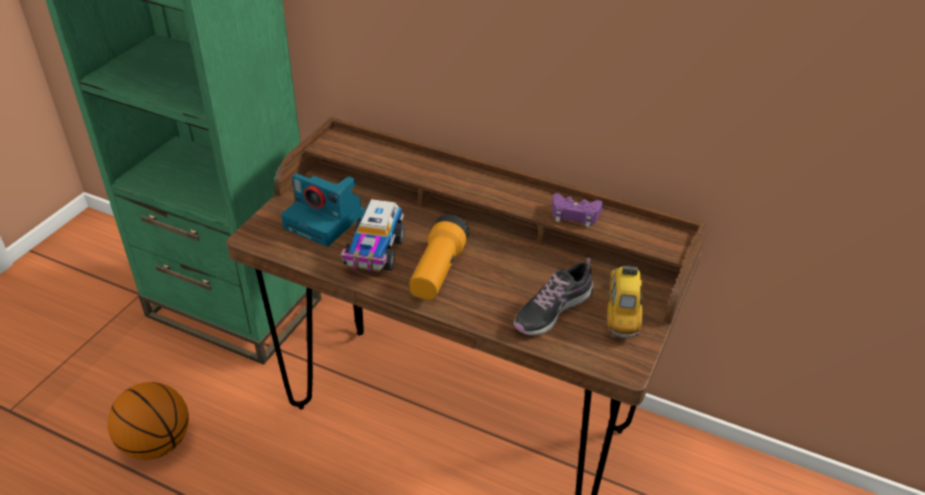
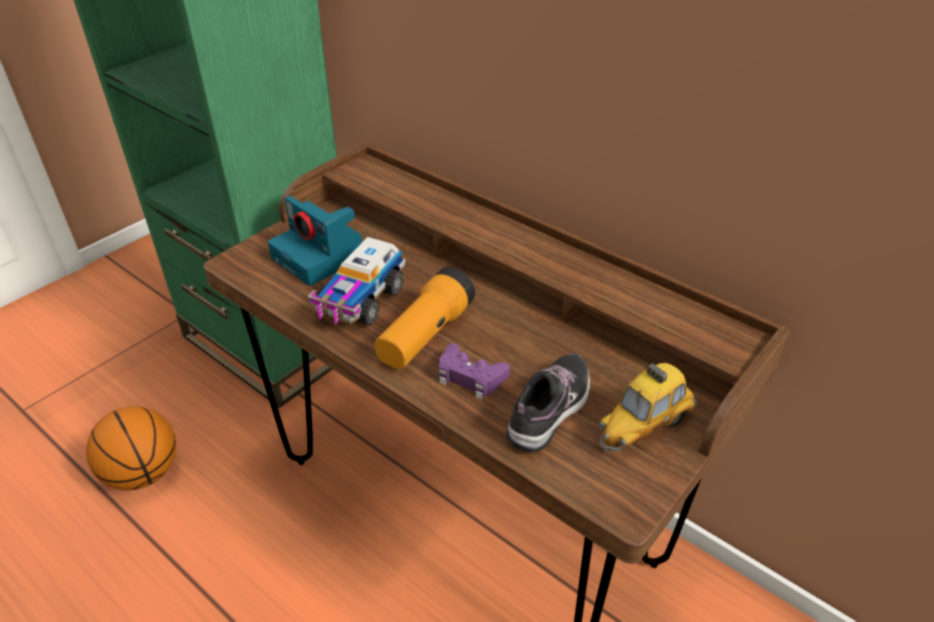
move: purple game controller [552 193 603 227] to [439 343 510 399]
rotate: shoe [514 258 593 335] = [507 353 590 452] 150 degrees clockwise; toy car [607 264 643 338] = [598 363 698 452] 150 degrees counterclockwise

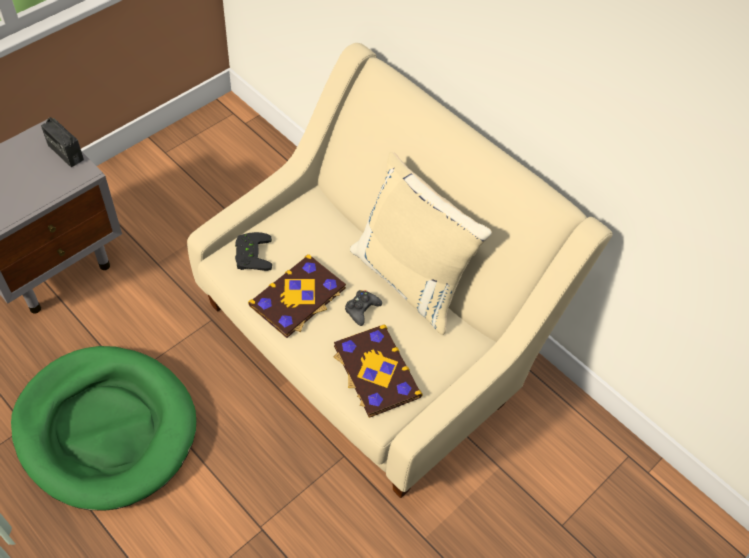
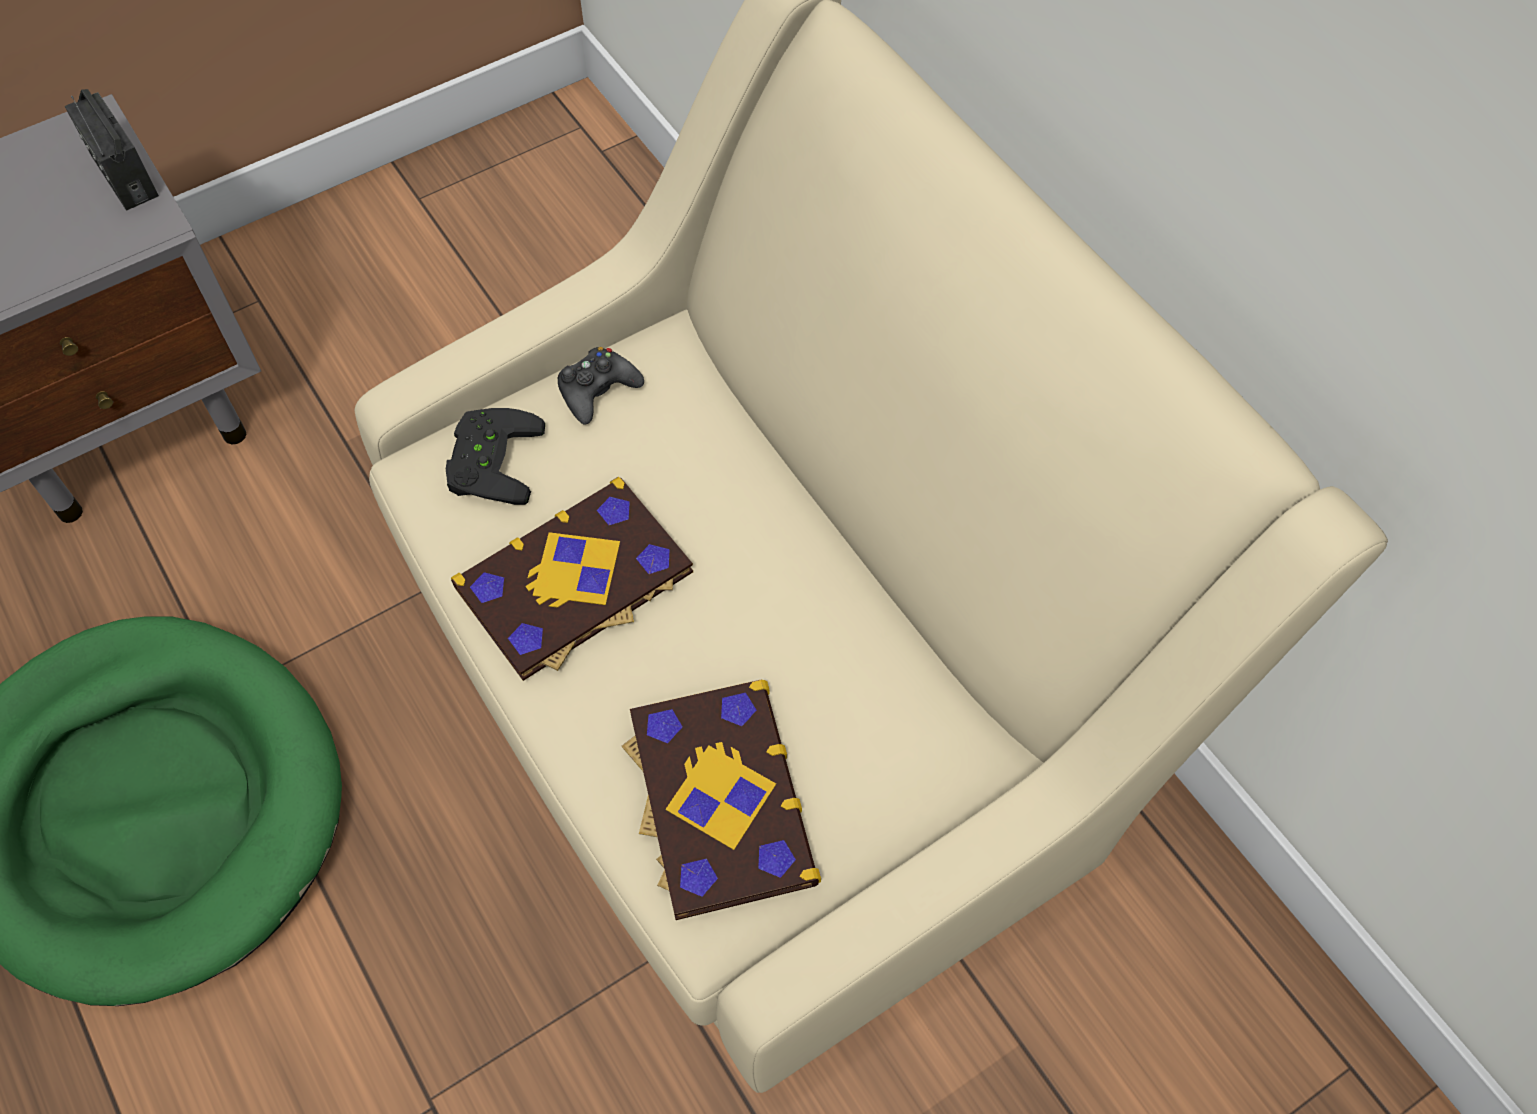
delete: beige pillow [350 152 492 335]
move: black game controller [345 290 382 326] to [557 347 644 425]

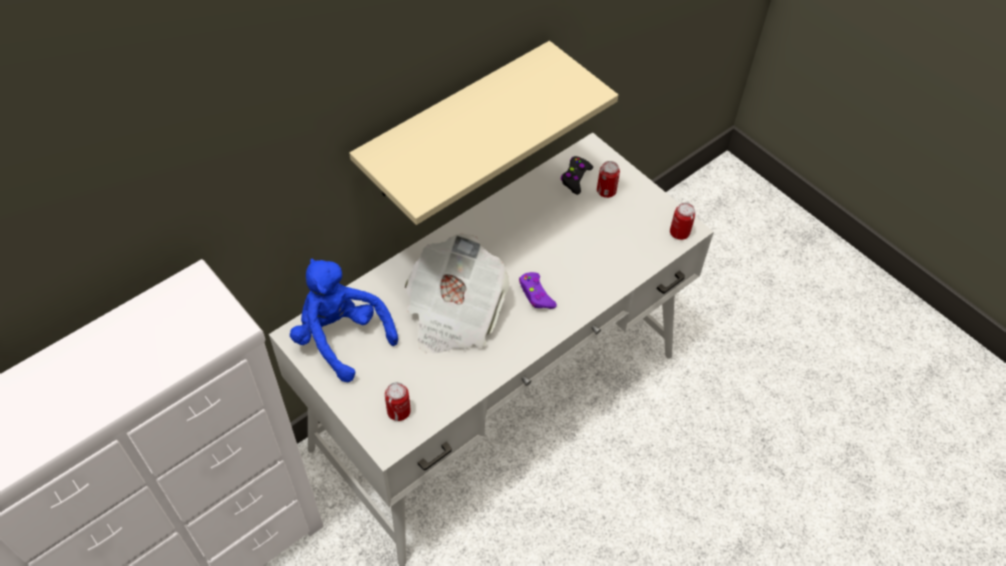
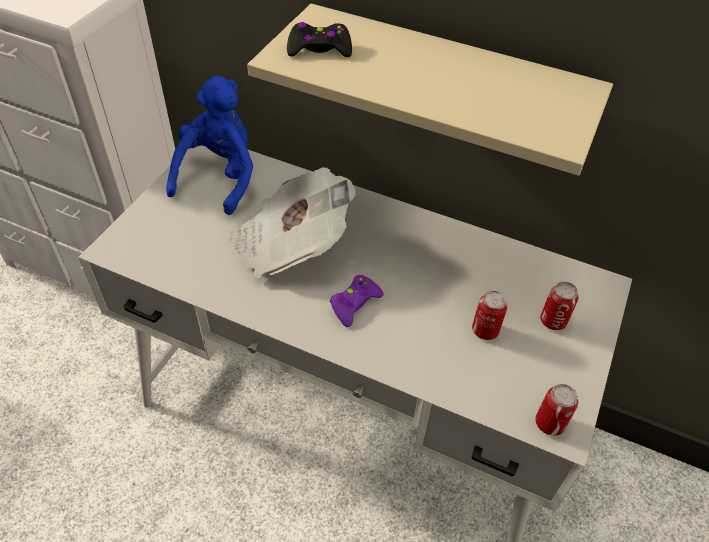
move: black game controller [561 156 593 195] to [287 22 352 57]; can [385 382 411 421] to [472 291 507 340]

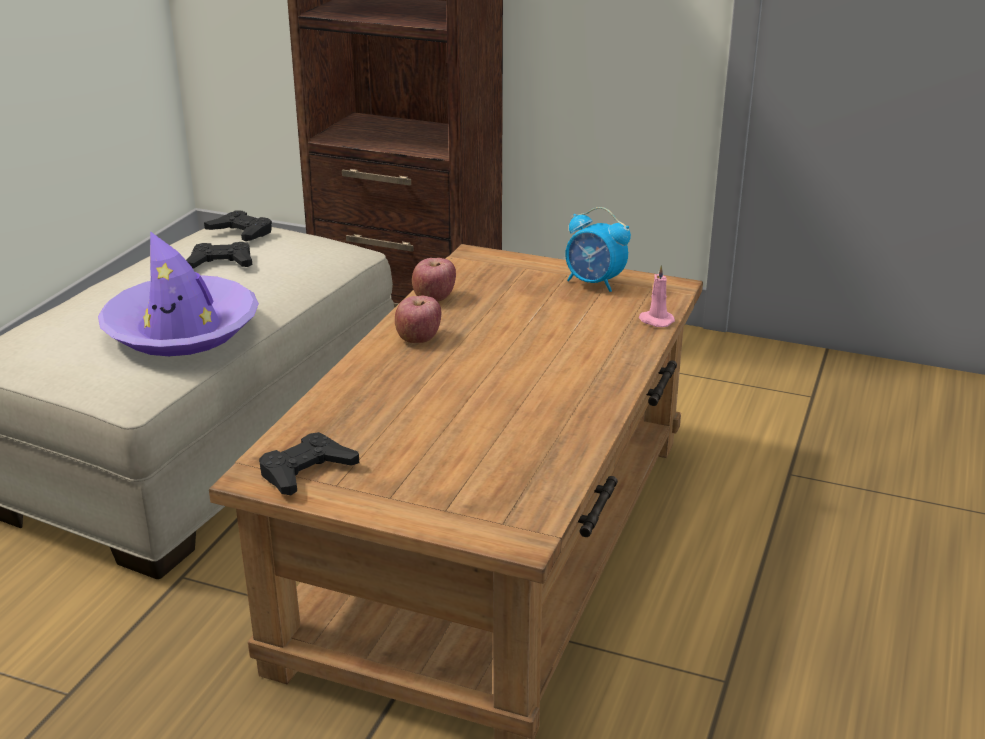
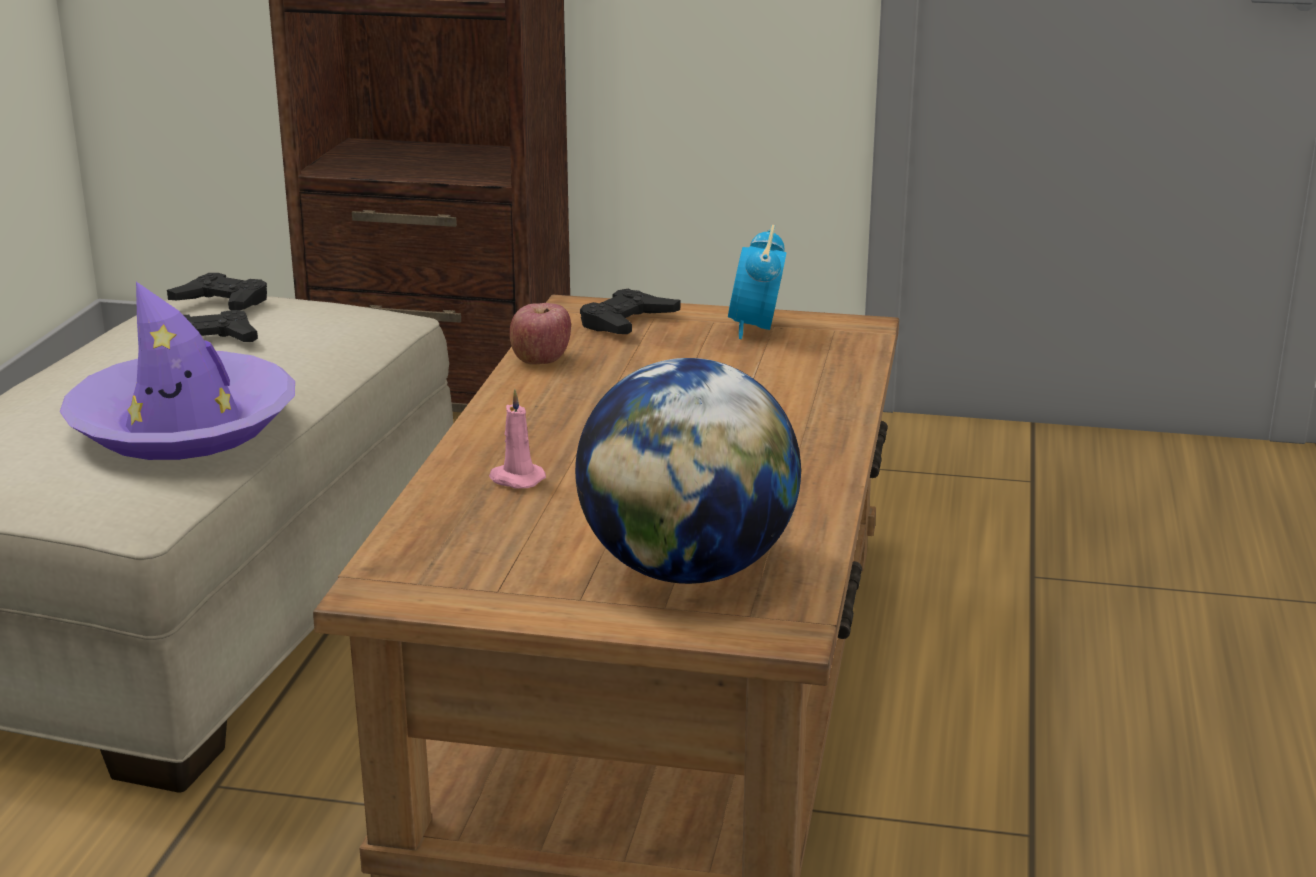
delete: apple [395 296 441 343]
insert: globe [575 358 801 584]
move: pink candle [639 265 675 327] to [489 389 546 489]; black game controller [259 432 359 495] to [580 289 680 334]
rotate: alarm clock [565 207 631 292] = [728 225 787 339] 75 degrees clockwise

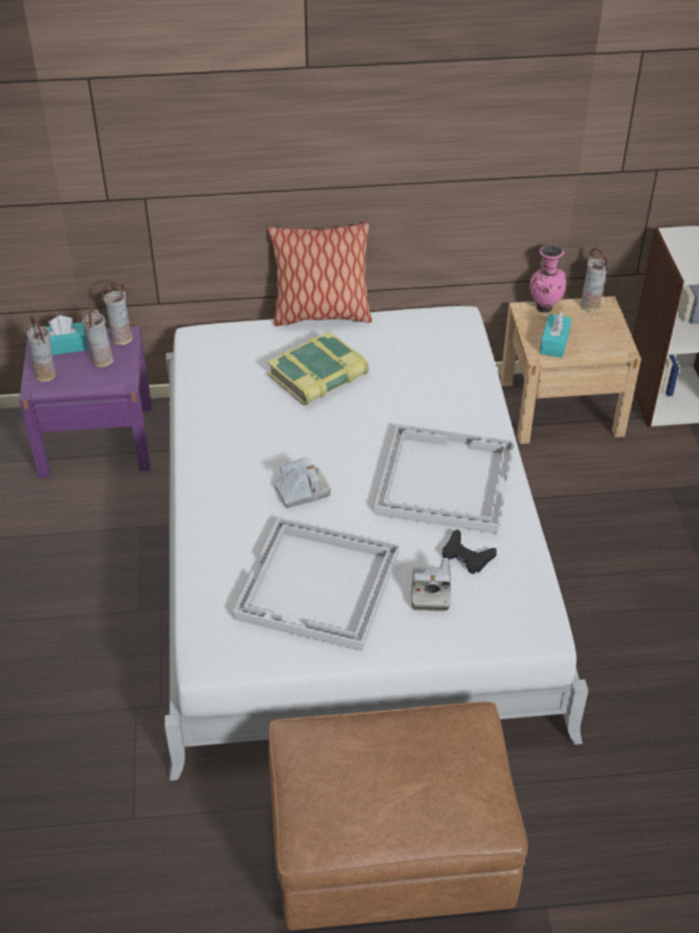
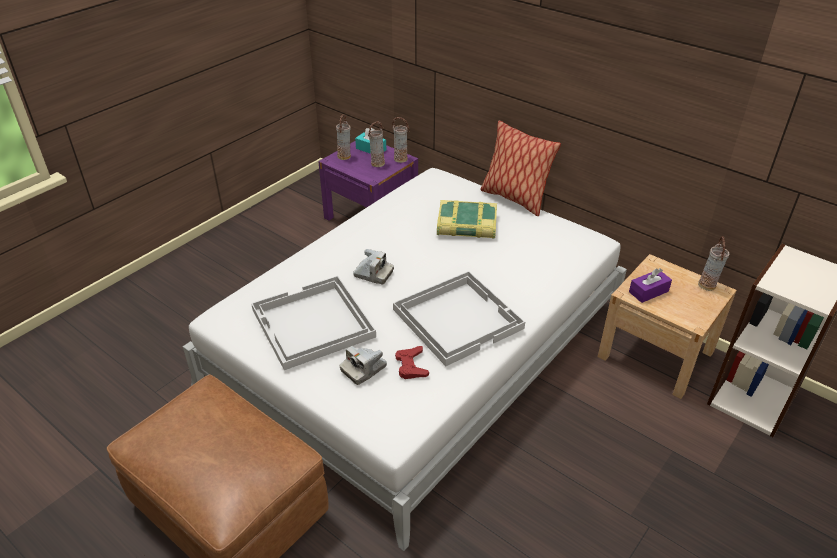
delete: pink vase [530 245 566 312]
recolor: turquoise tissue box [540 311 572 358] to purple tissue box [629 268 672 303]; black game controller [442 529 497 574] to red game controller [395 346 429 379]

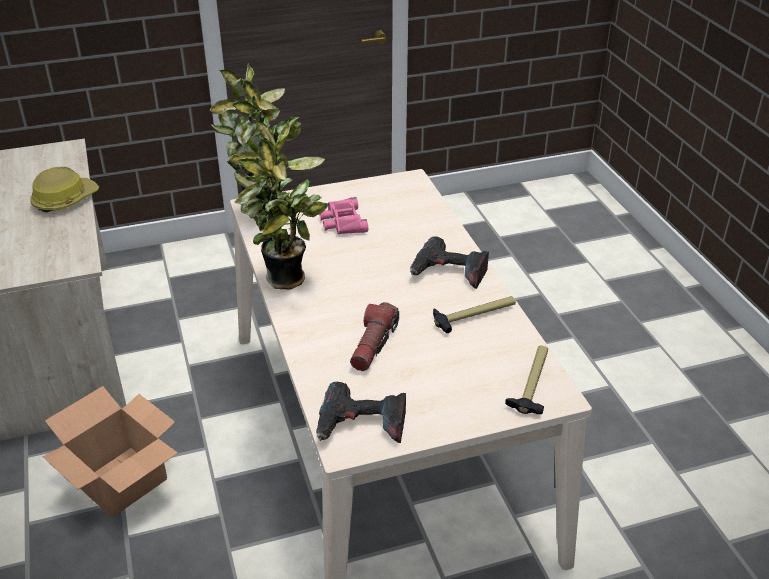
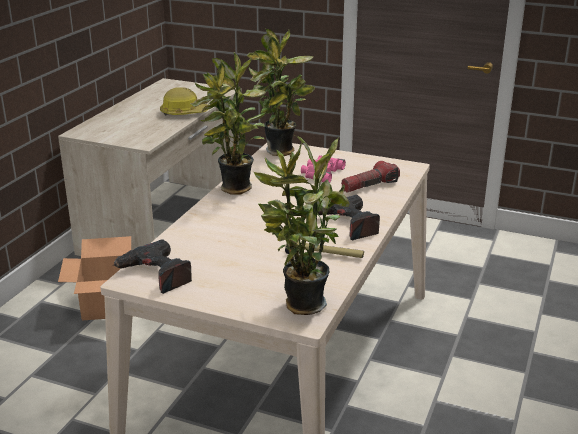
move: flashlight [350 302 399 371] to [341 161 400 193]
replace: hammer [505 346 548 414] to potted plant [254 136 350 315]

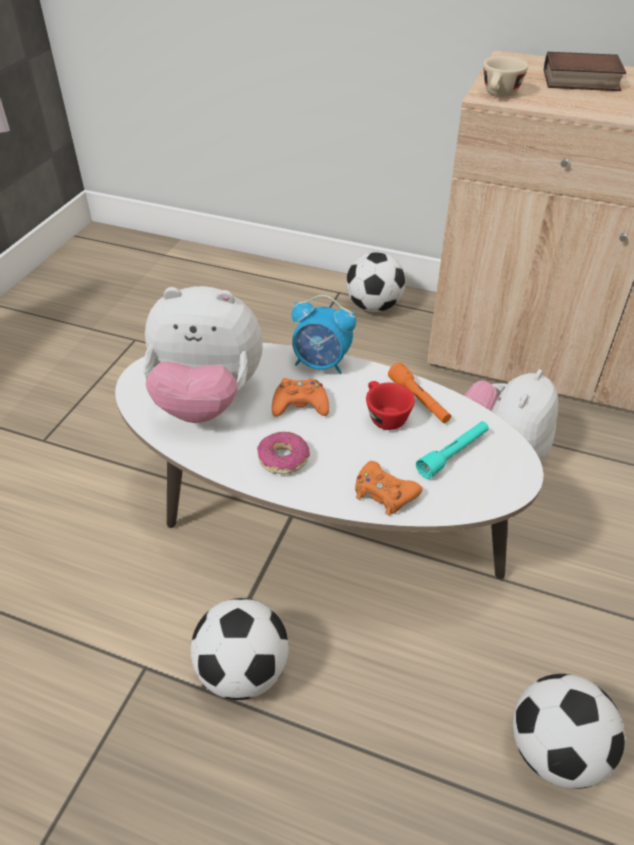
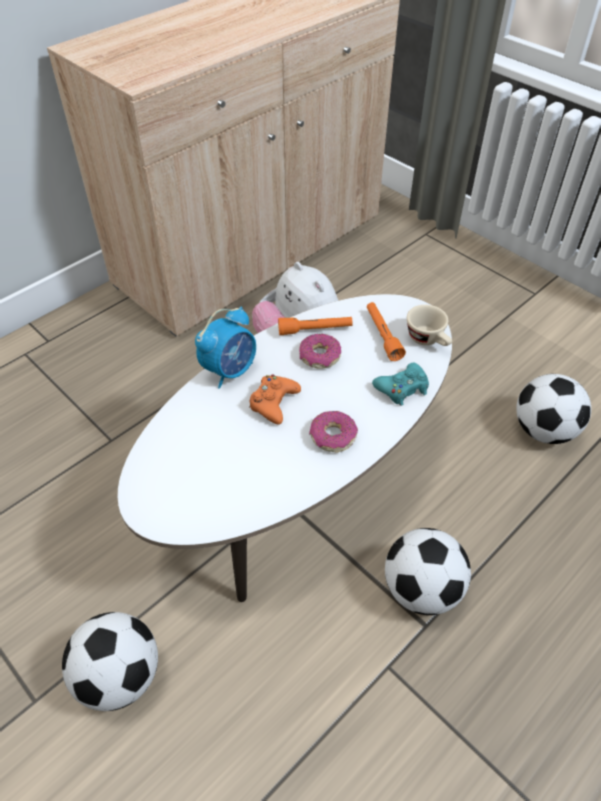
delete: book [544 52 626 91]; plush toy [143 286 263 423]
move: beige cup [483 56 528 96] to [407 305 452 346]; football [346 252 406 312] to [62 612 158 711]
replace: red cup [366 381 415 430] to donut [299 334 341 369]
recolor: turquoise flashlight [416 421 489 479] to orange flashlight [367 302 406 361]; orange game controller [355 461 422 515] to turquoise game controller [372 363 429 406]

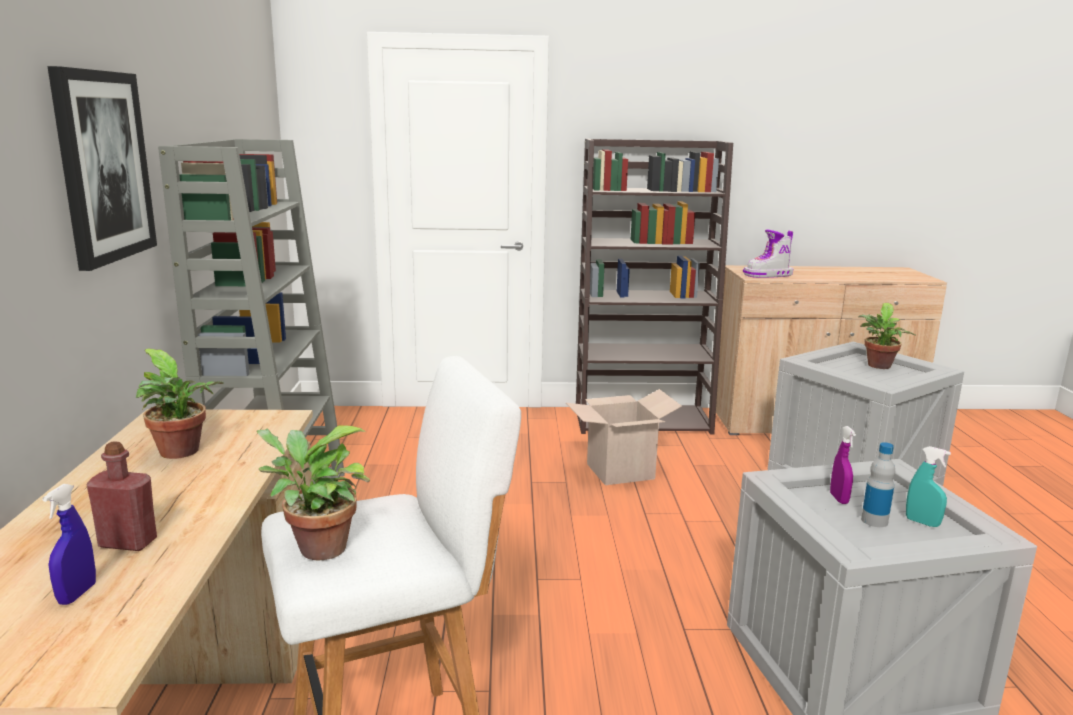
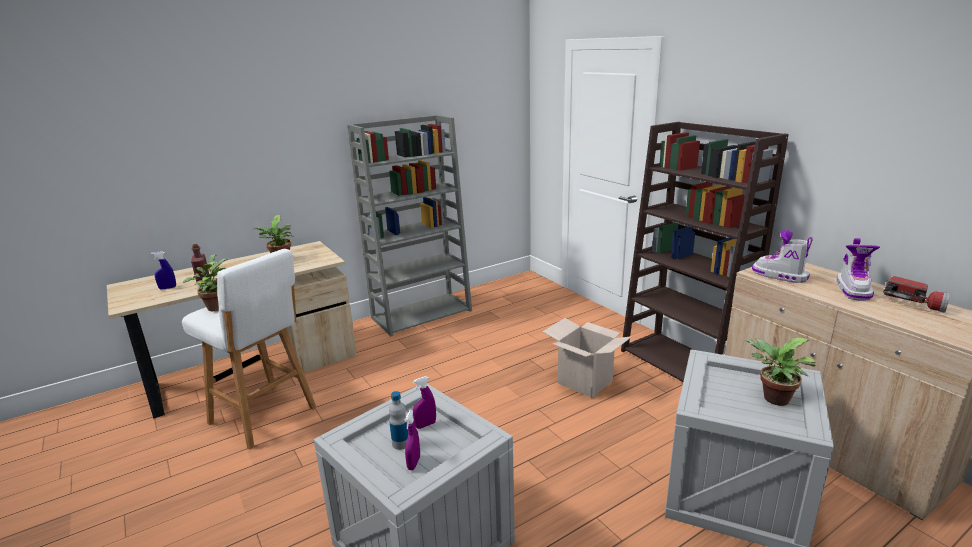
delete: picture [47 66 157 271]
insert: boot [836 238 880 301]; flashlight [883 276 950 313]
recolor: turquoise spray bottle [906 446 951 527] to purple spray bottle [405 410 420 470]

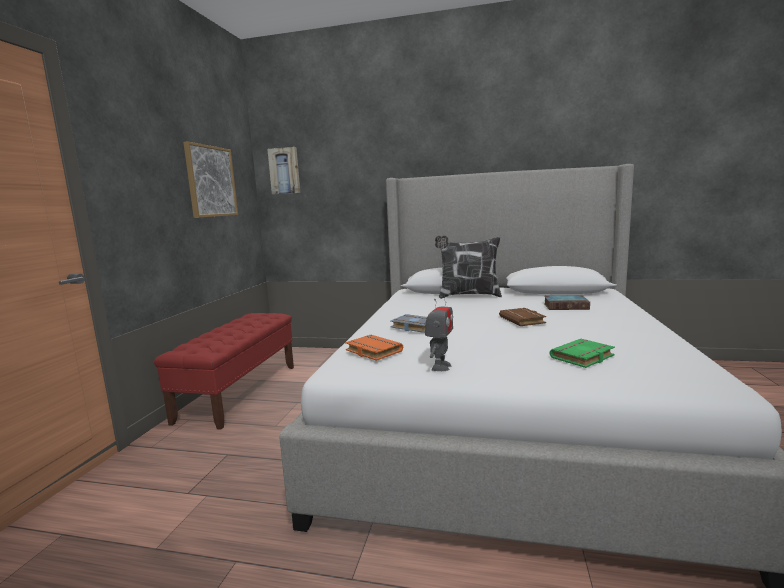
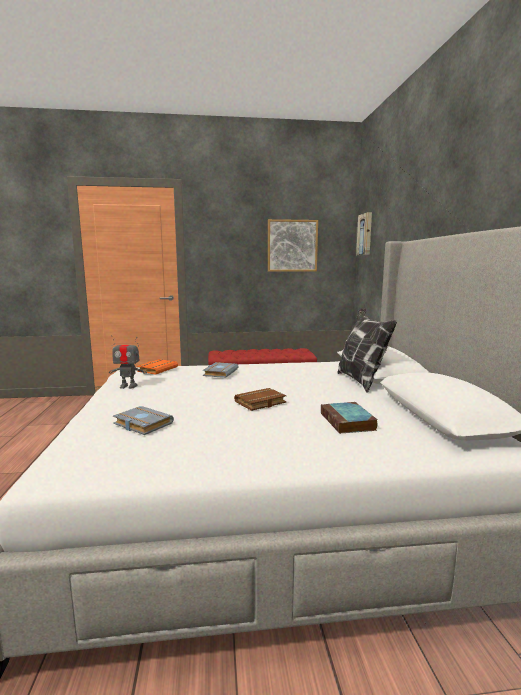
recolor: green book [550 339 615 368] to grey book [113 406 174 435]

